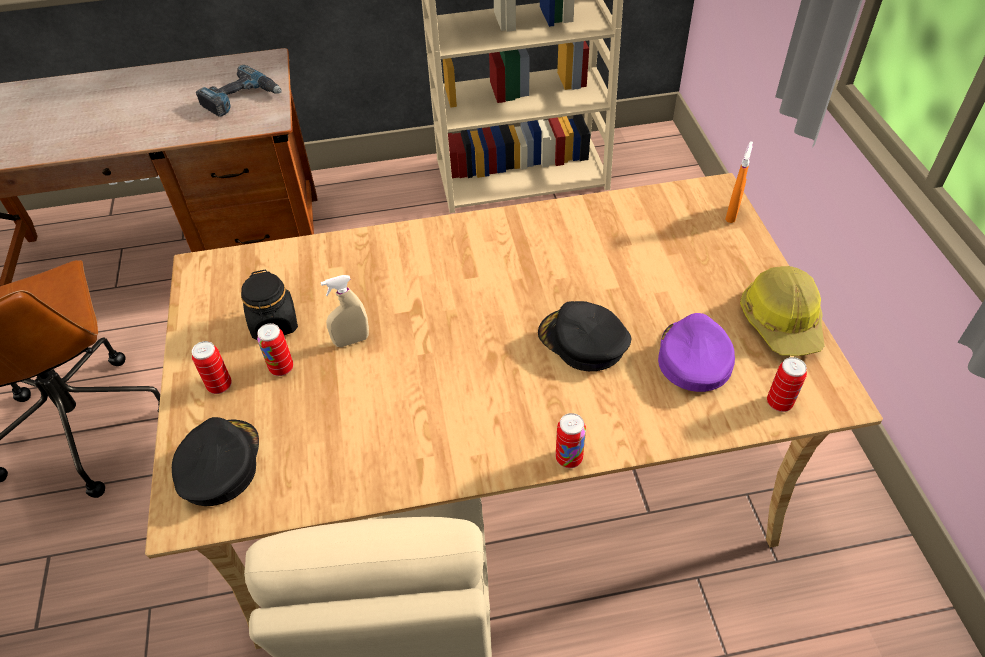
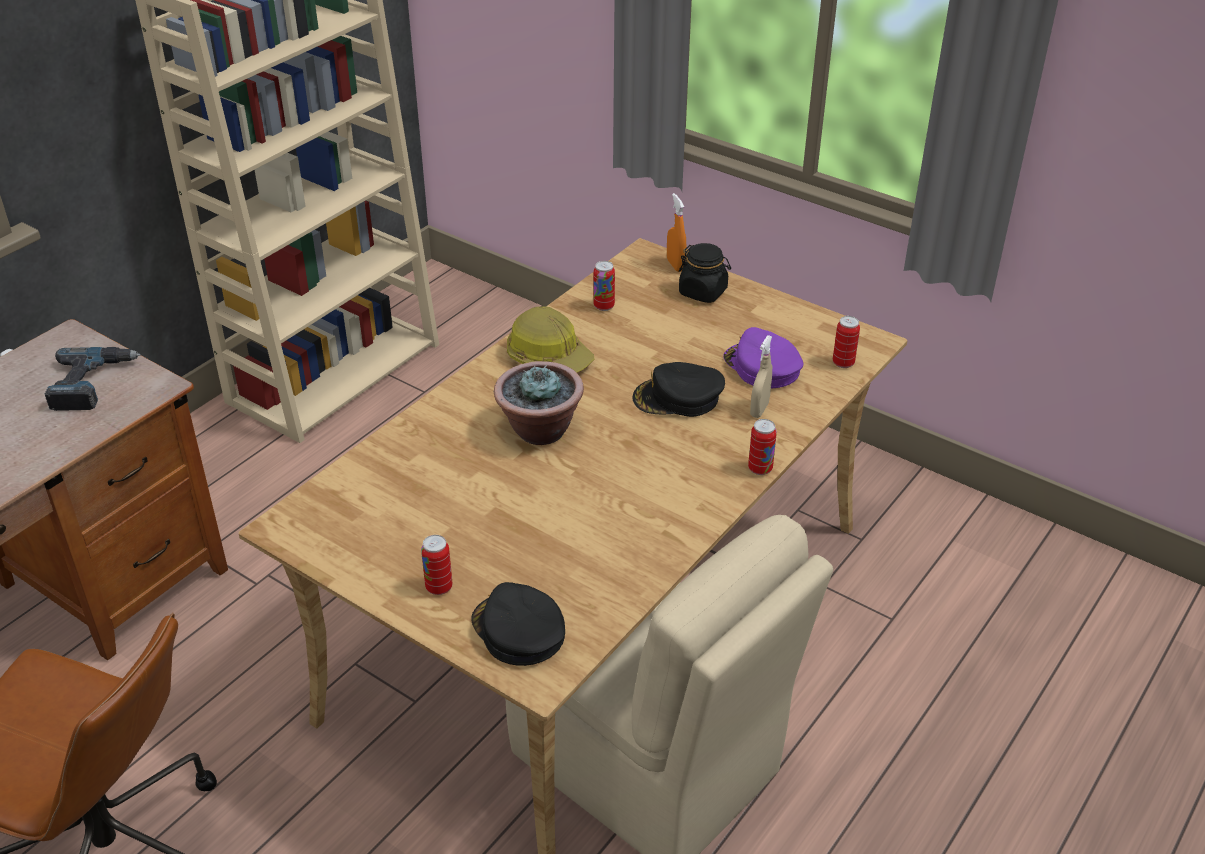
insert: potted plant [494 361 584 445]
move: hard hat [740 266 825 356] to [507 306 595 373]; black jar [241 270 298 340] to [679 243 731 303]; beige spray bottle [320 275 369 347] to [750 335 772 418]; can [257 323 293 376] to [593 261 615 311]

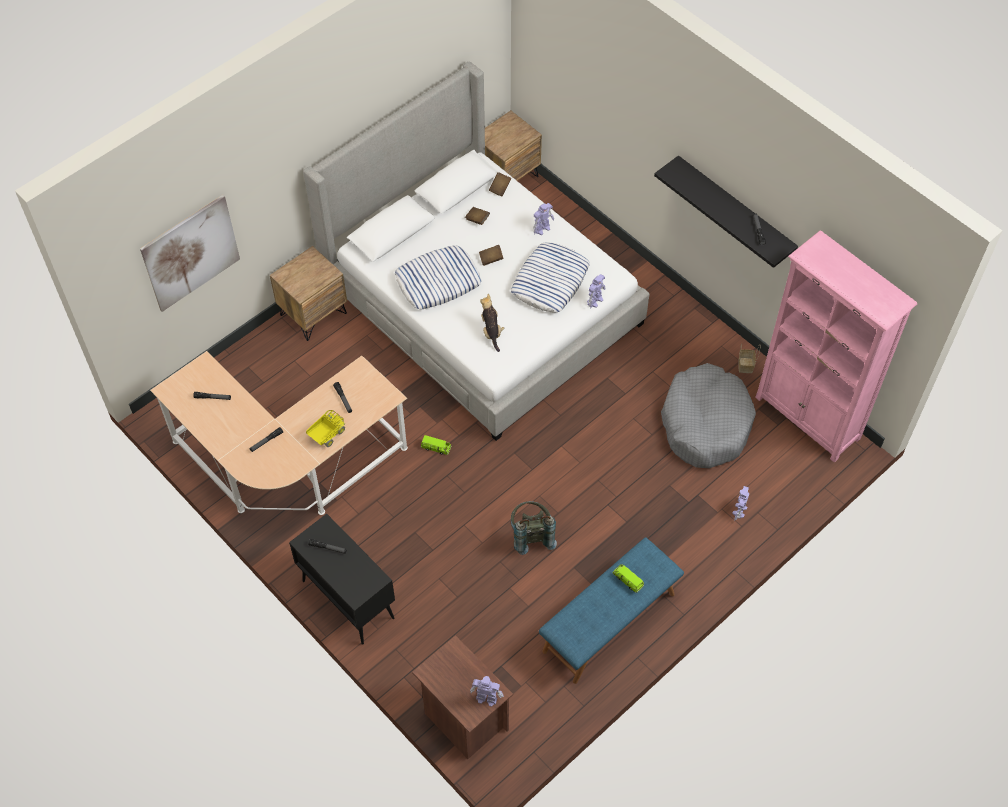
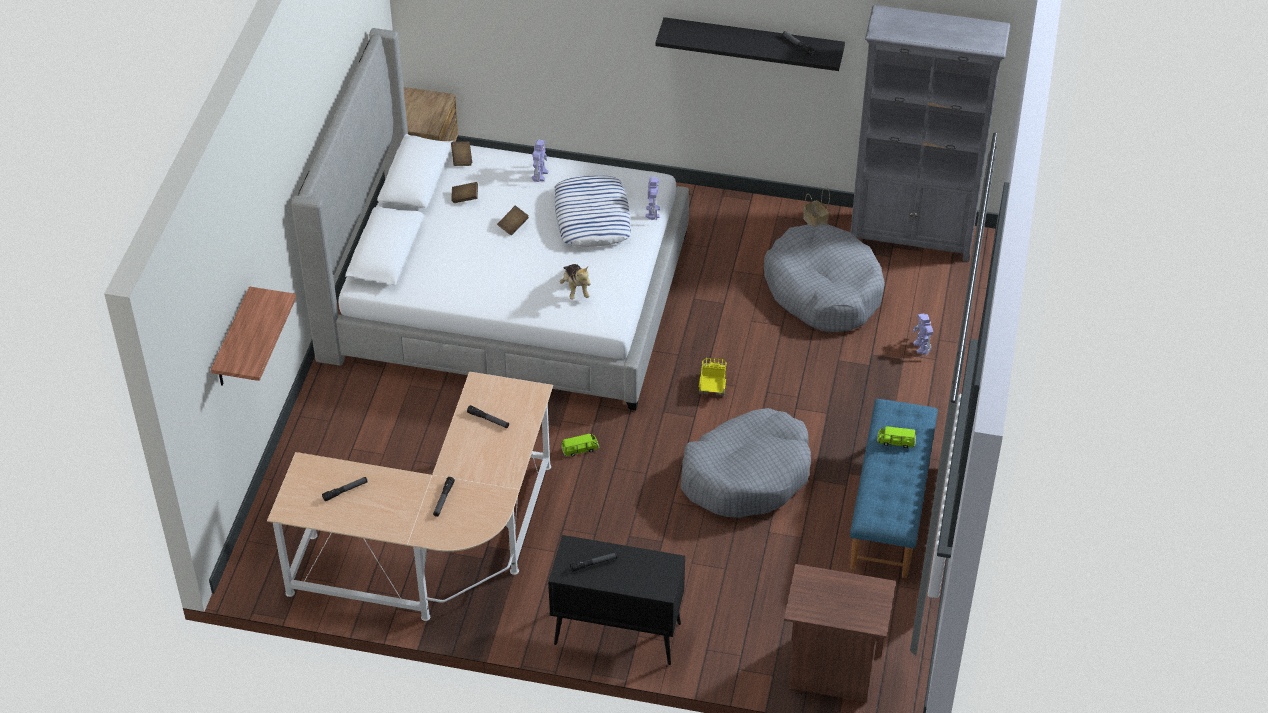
delete: brown nightstand [270 246 347 341]; pillow [395 246 481 309]; toy robot [470 676 504 707]
move: toy truck [306 410 345 447] to [699 358 727 396]
replace: picture [140 195 240 312] to shelf [211 286 296 386]; grey backpack [511 501 557 555] to grey dog bed [681 408 811 518]
recolor: pink bookcase [755 231 917 463] to grey bookcase [850 5 1010 262]
rotate: plush toy [480 294 504 352] = [560 264 591 300] 150 degrees counterclockwise

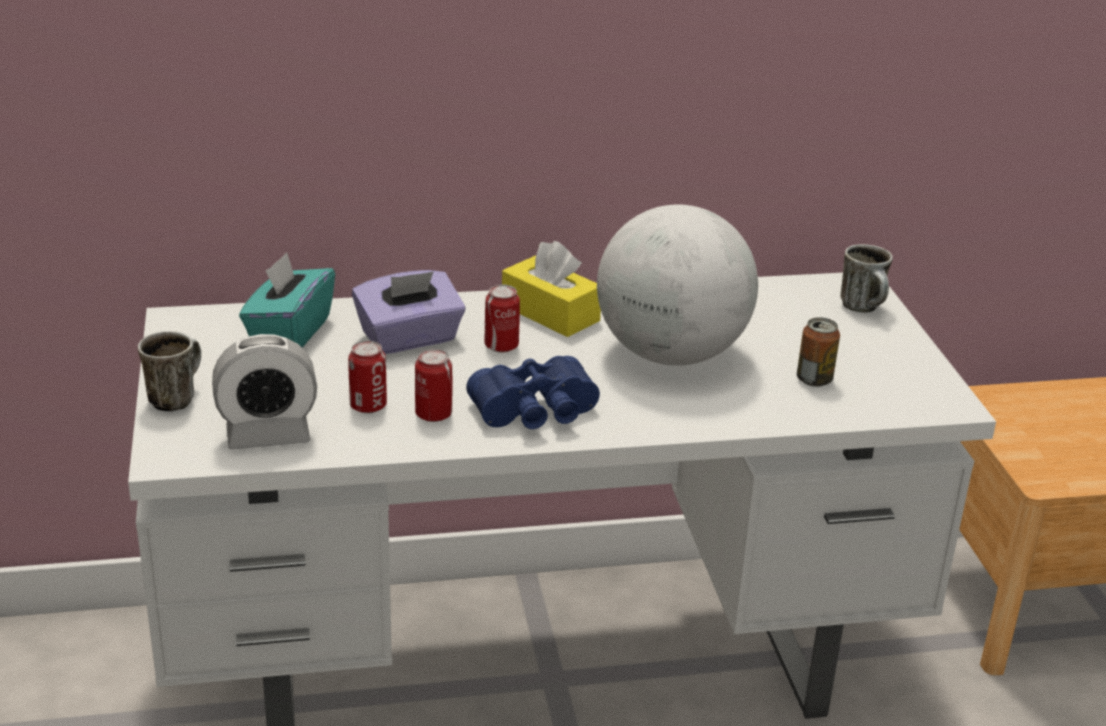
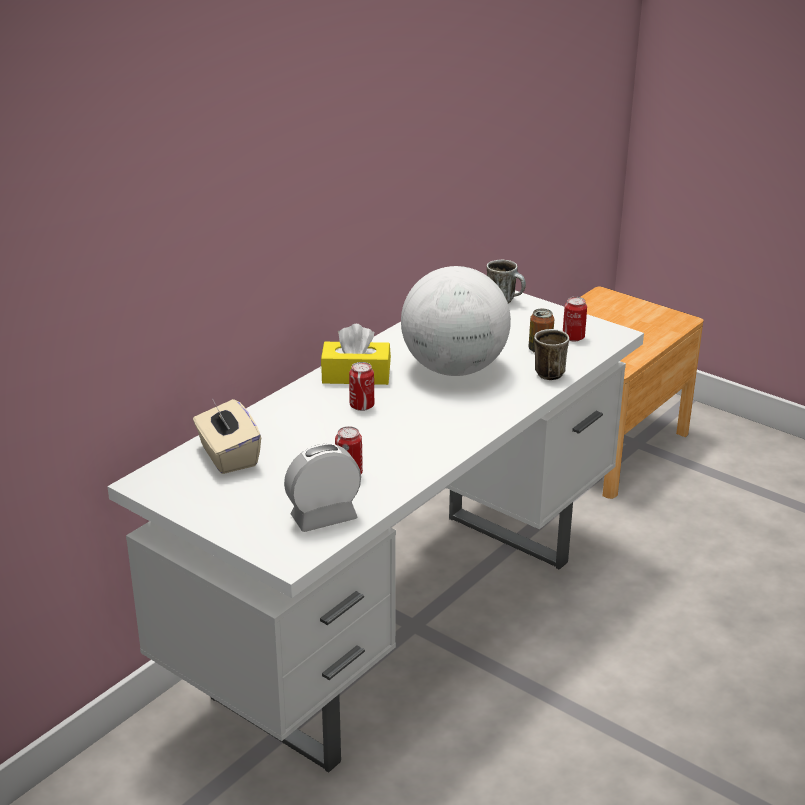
delete: purple tissue box [352 270 466 354]; blue binoculars [466 356 600 429]
move: mug [138 331 201 411] to [534 329 569 380]; can [415 349 452 422] to [563 297 587 341]
recolor: turquoise tissue box [239 252 335 348] to beige tissue box [193 398 261 474]
rotate: alarm clock [212 334 317 450] = [284 443 361 532] 150 degrees counterclockwise

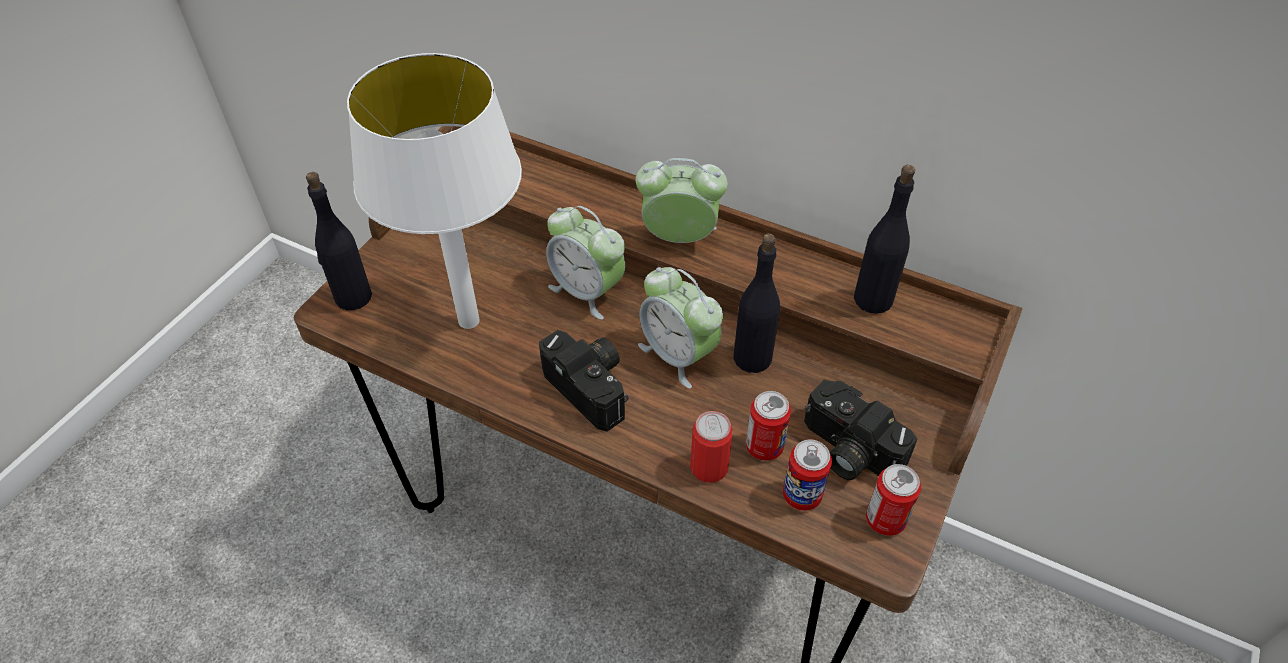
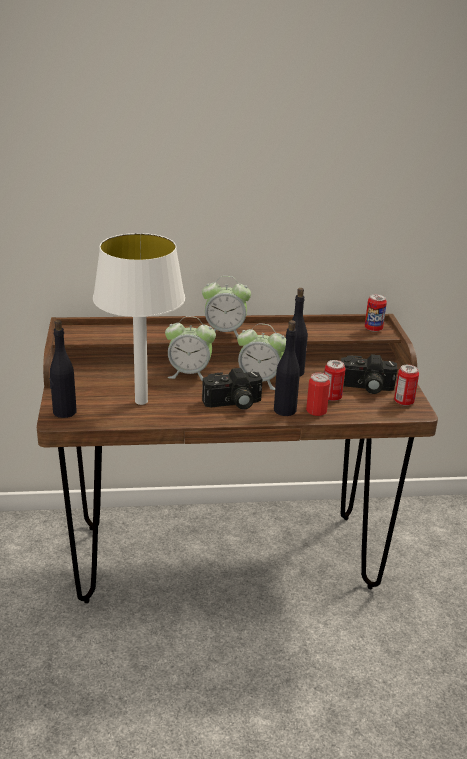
move: black bottle [854 165 915 314] to [274 320 300 416]; can [783 440 832 511] to [365 294 387 332]
rotate: alarm clock [636 158 728 243] = [202 276 251 337] 150 degrees counterclockwise; photo camera [539 330 628 432] = [202 368 262 410] 150 degrees clockwise

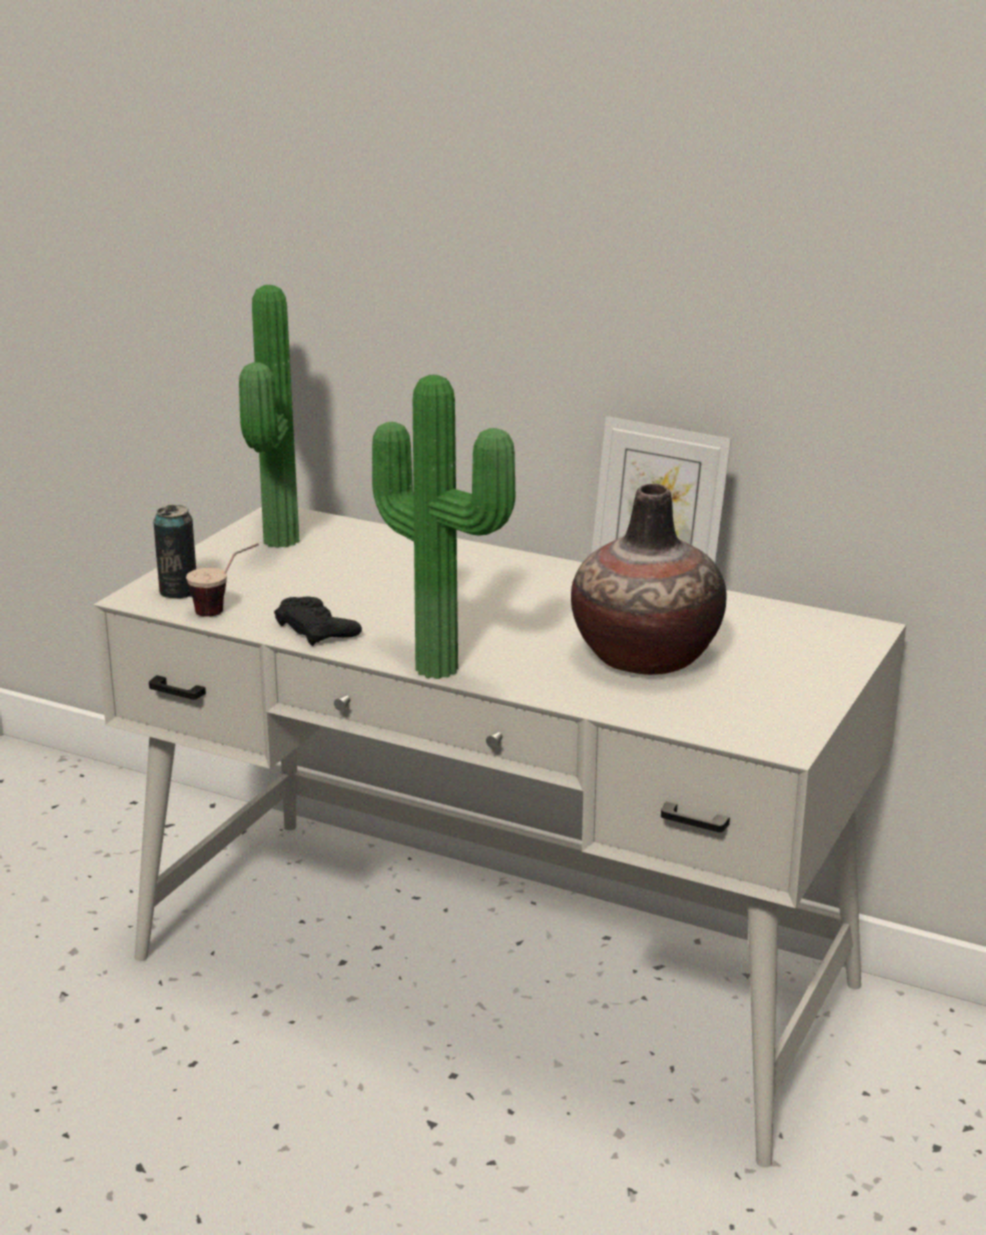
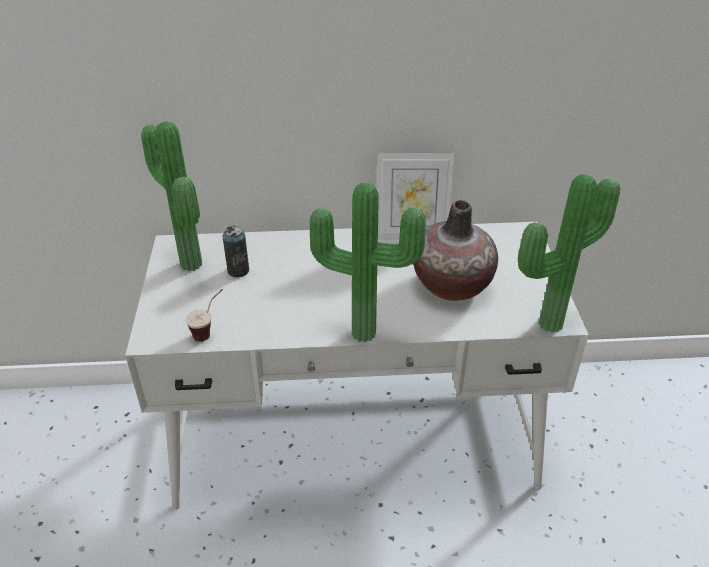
delete: black game controller [274 596 362 646]
insert: potted plant [518 174 620 333]
move: can [153 505 196 599] to [223 225 249 277]

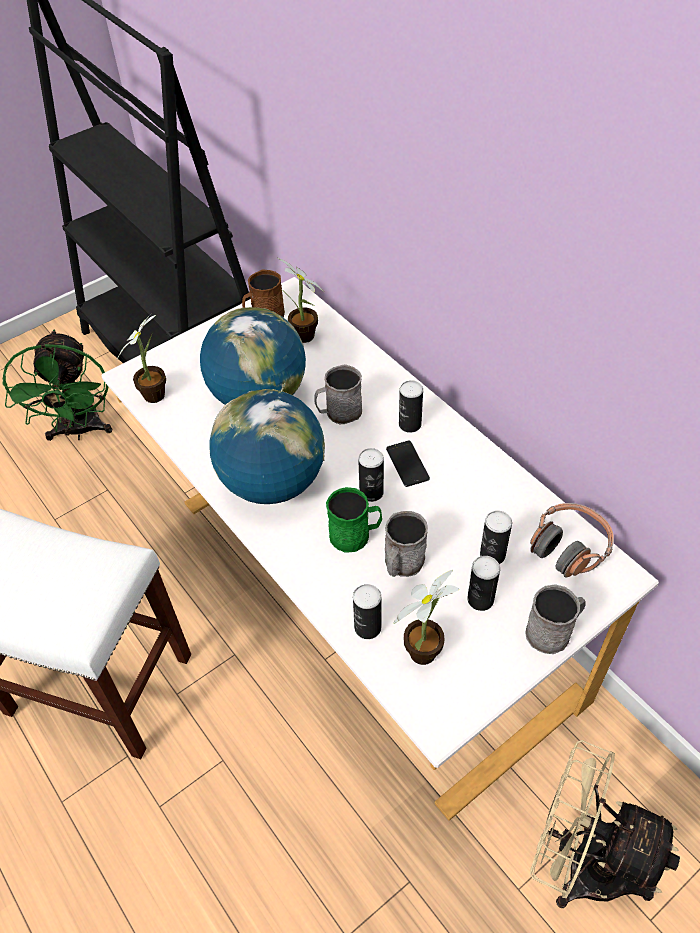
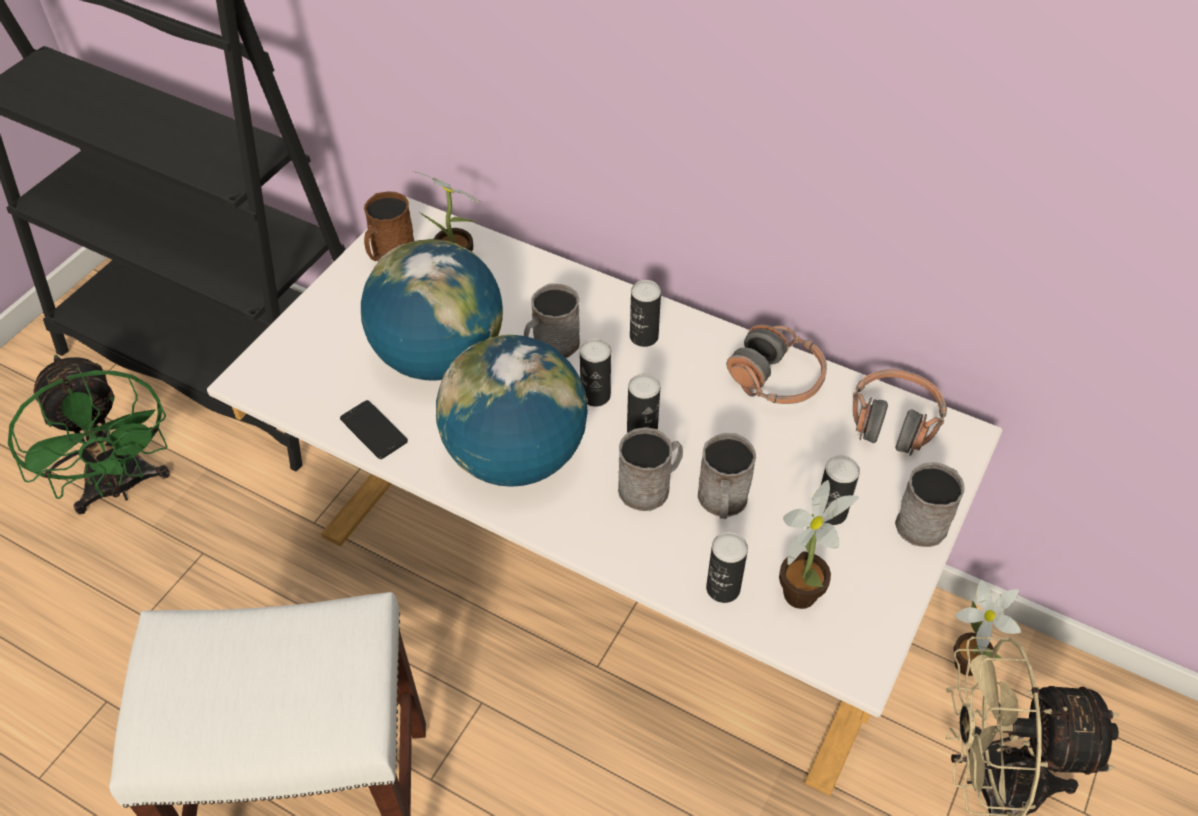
insert: headphones [727 324 827 404]
move: potted plant [117 315 166 403] to [954 580 1021 676]; phone [386 441 430 487] to [340 400 408 459]; can [480 511 512 564] to [580 338 611 407]
recolor: green mug [326 487 382 553] to grey mug [618 427 683 511]

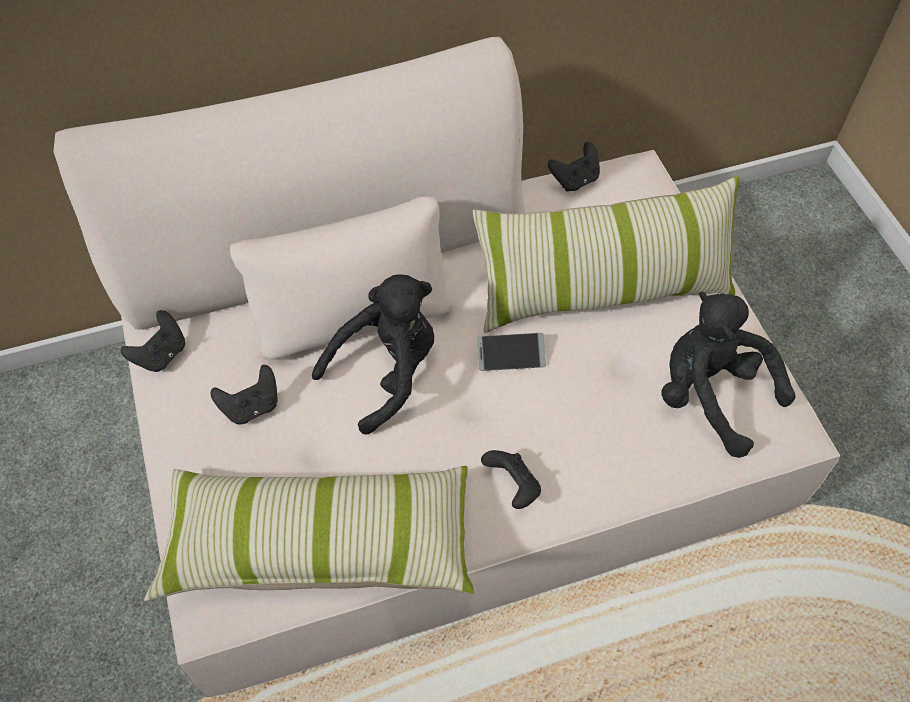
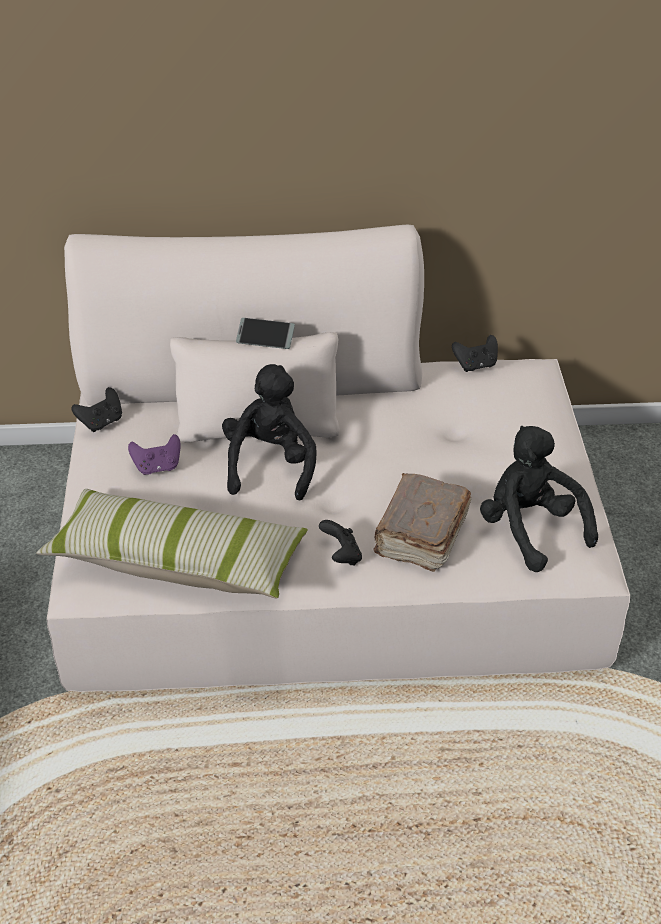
delete: pillow [473 176 739 333]
insert: brown book [373 473 471 572]
move: phone [477 333 546 371] to [236 318 295 349]
recolor: black game controller [211 365 278 424] to purple game controller [128 434 180 475]
rotate: black plush toy [312 274 434 435] = [222 364 317 501] 60 degrees counterclockwise

